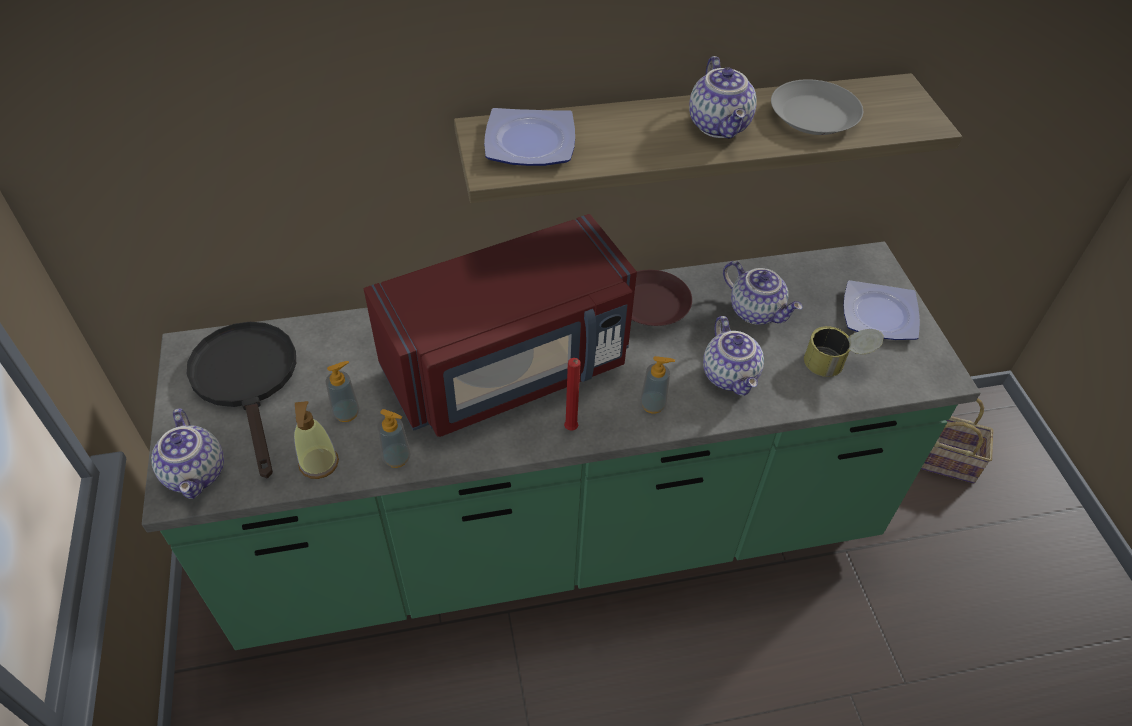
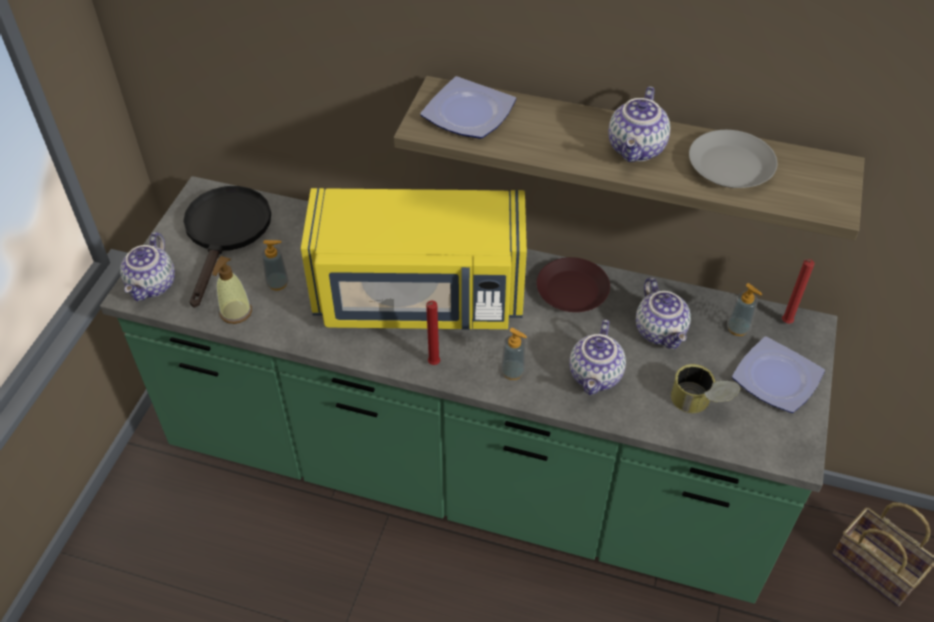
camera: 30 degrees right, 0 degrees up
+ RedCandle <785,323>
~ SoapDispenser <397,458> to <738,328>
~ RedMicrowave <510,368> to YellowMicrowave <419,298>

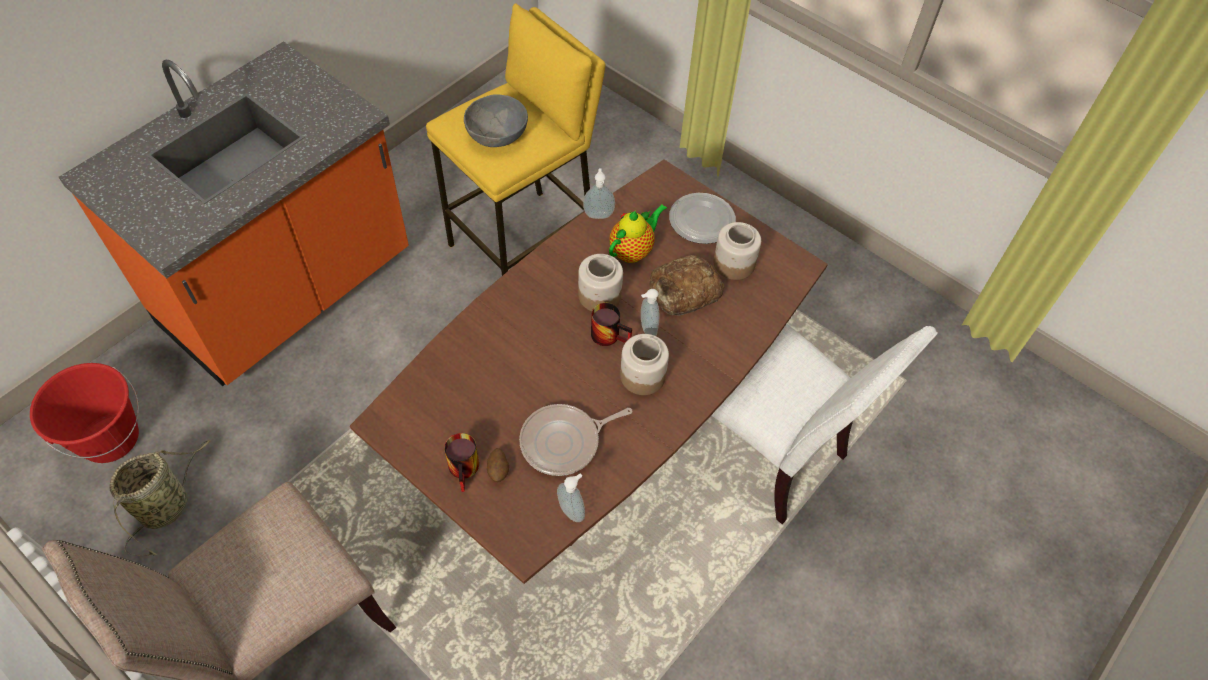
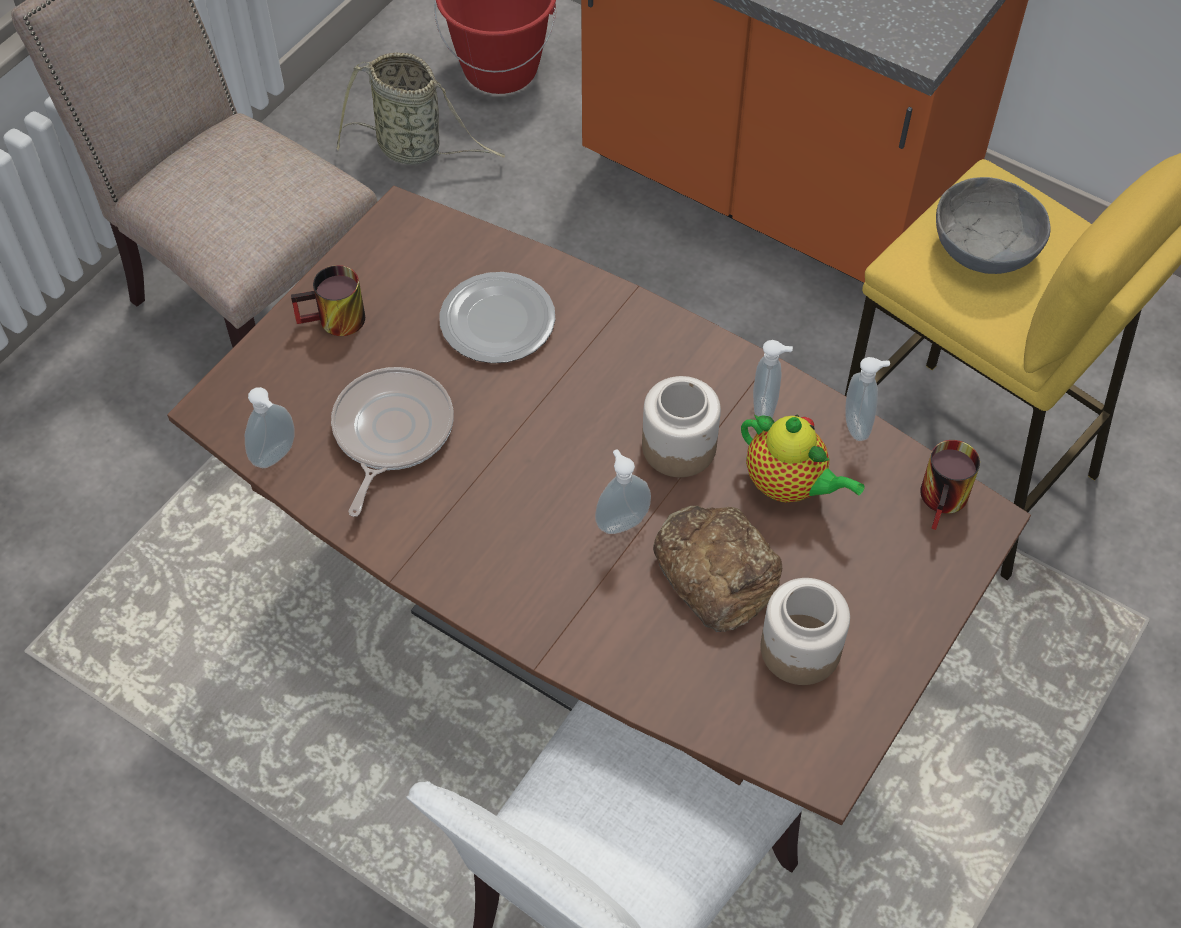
camera: 85 degrees right, 0 degrees up
- Potato <498,470>
- Jar <642,375>
+ SoapDispenser <766,409>
~ Mug <610,334> to <946,502>
~ Plate <702,220> to <497,322>
~ FryingPan <564,442> = <390,433> 45 degrees clockwise

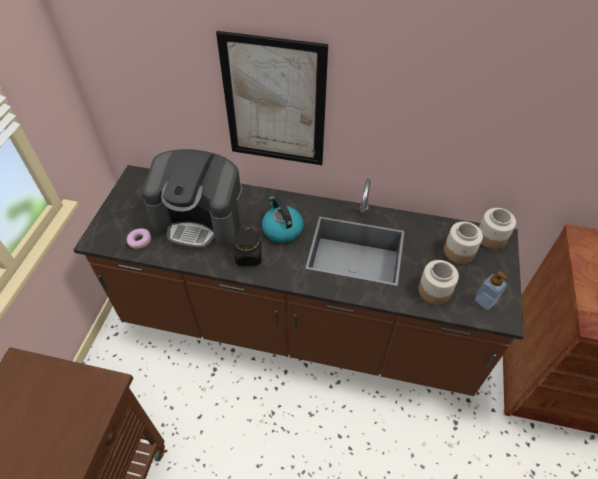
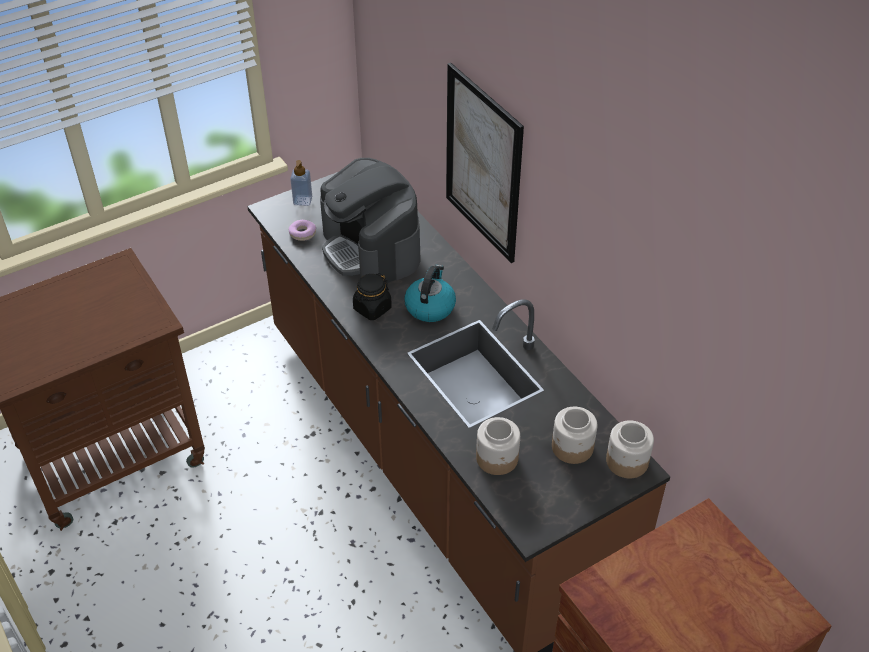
camera: 45 degrees right, 5 degrees down
~ SoapDispenser <485,301> to <302,200>

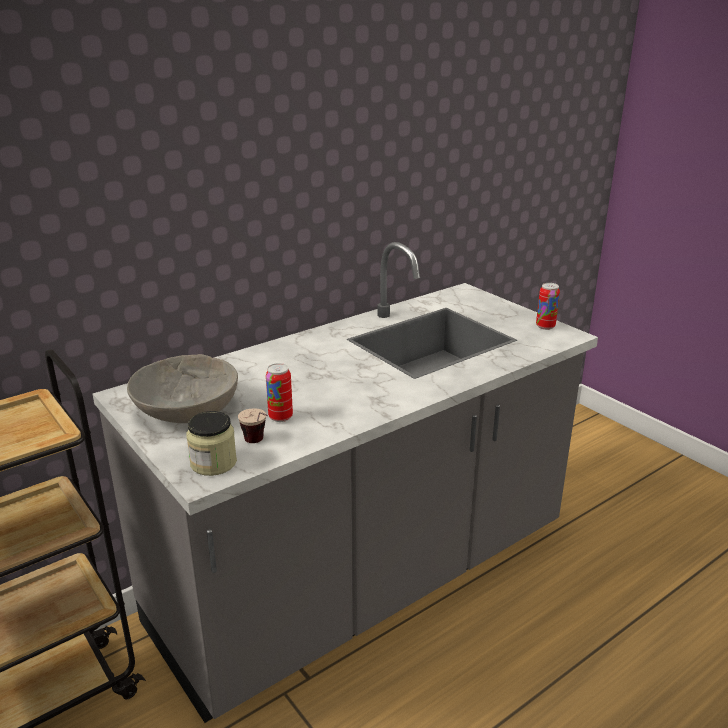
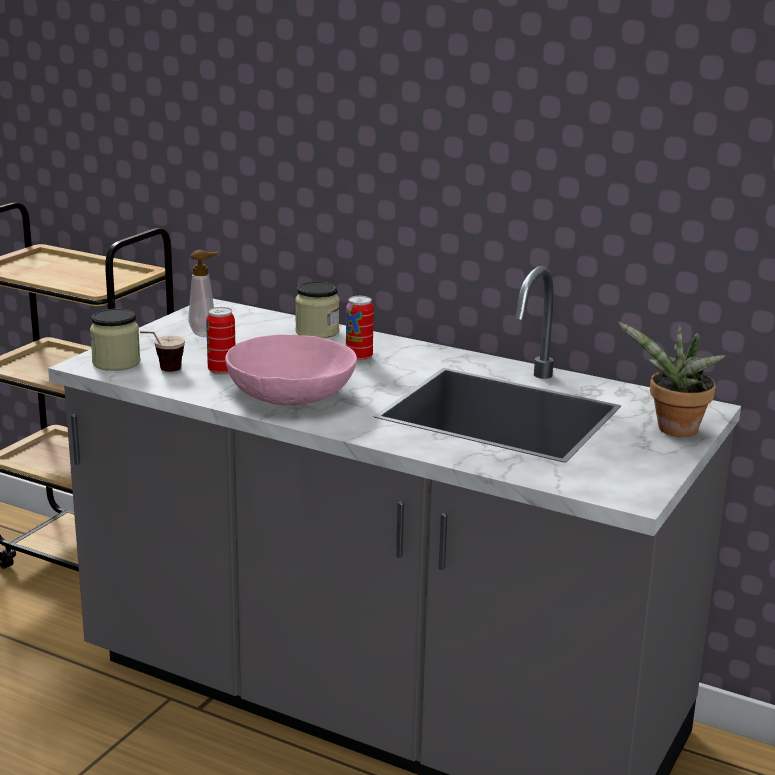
camera: 65 degrees right, 5 degrees down
+ PinkBowl <292,395>
+ Jar <317,332>
+ PottedPlant <673,431>
~ Can <545,326> to <359,358>
~ GreyBowl <186,409> to SoapDispenser <205,333>

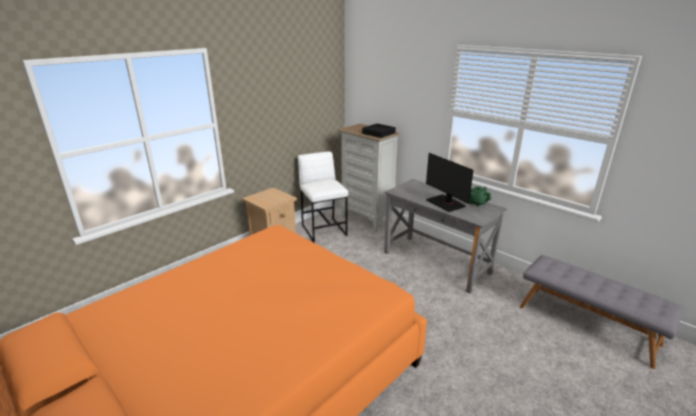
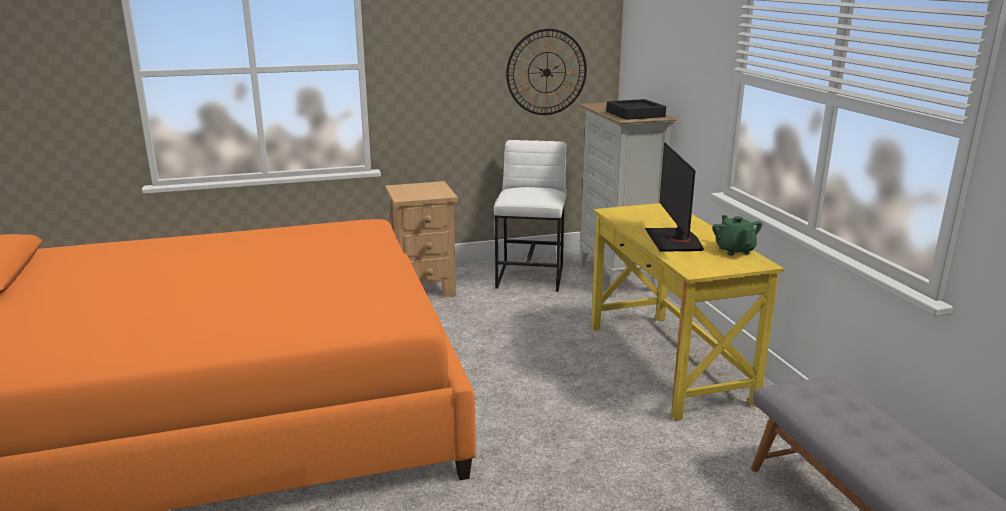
camera: 30 degrees right, 5 degrees down
+ WallClock <546,72>
~ GreyDesk <436,262> to YellowDesk <668,363>

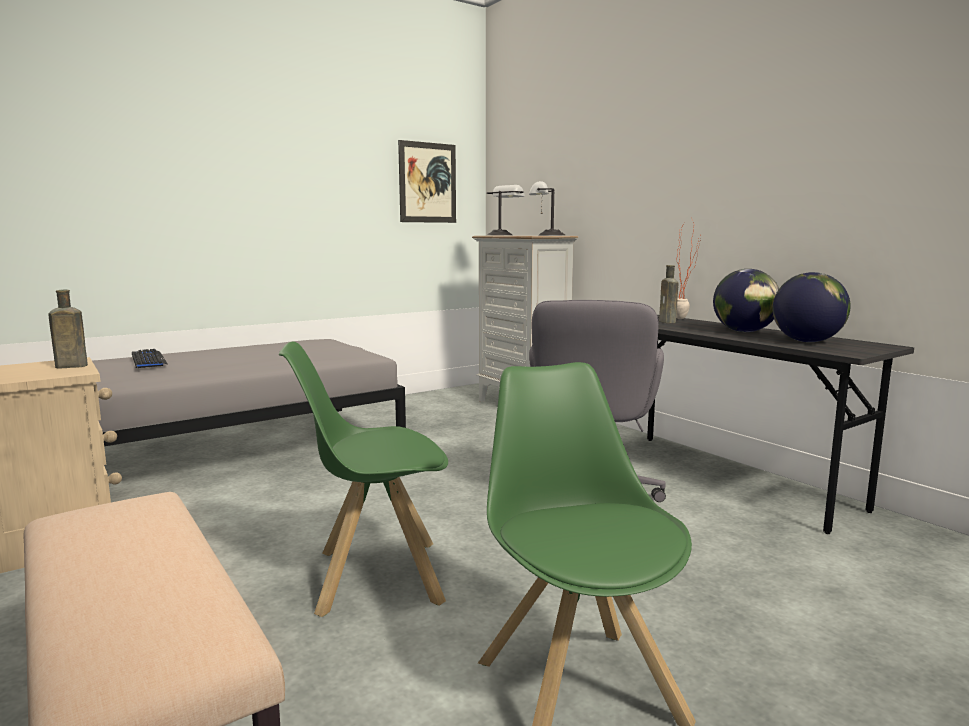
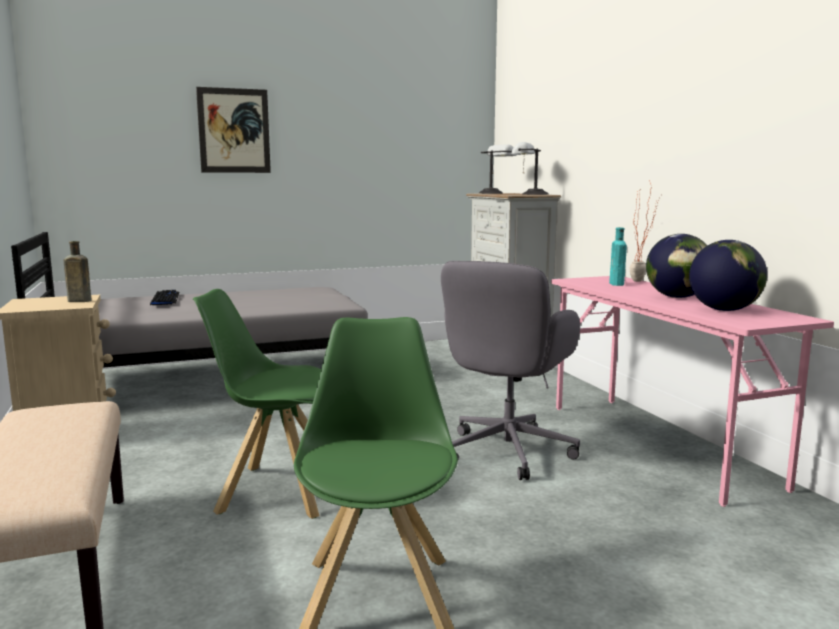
camera: 15 degrees right, 0 degrees up
~ Picture <427,182> to <234,130>
~ GreyDesk <723,478> to PinkDesk <658,444>
~ BrownBottle <668,322> to TurquoiseBottle <617,284>

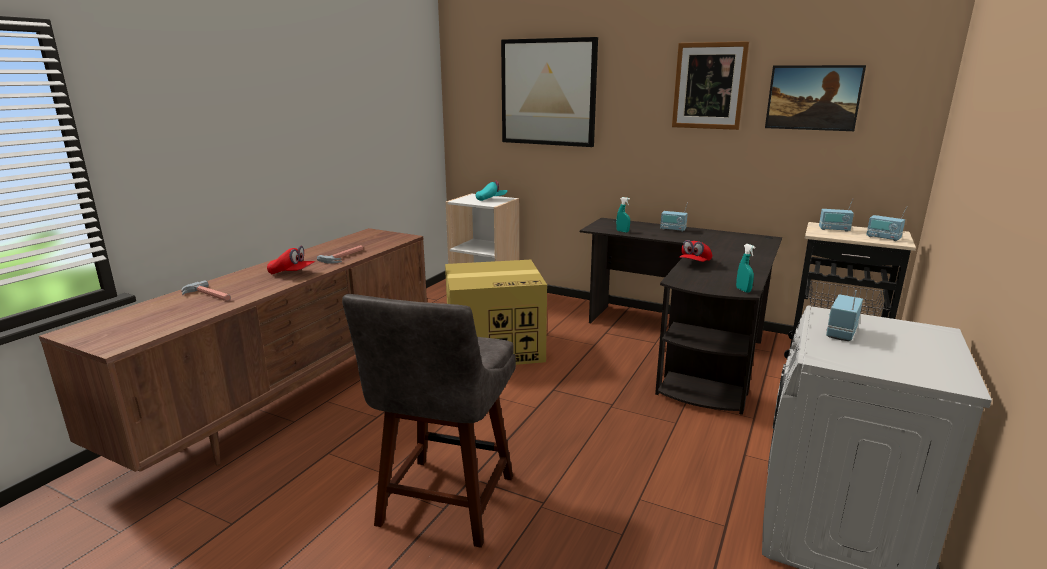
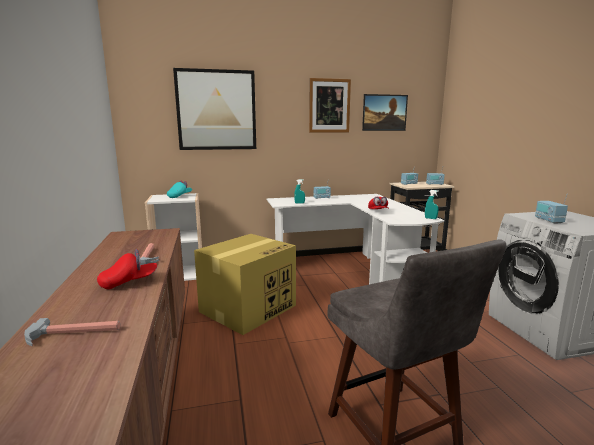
camera: 40 degrees left, 5 degrees down
~ BlackDesk <685,347> to WhiteDesk <352,270>

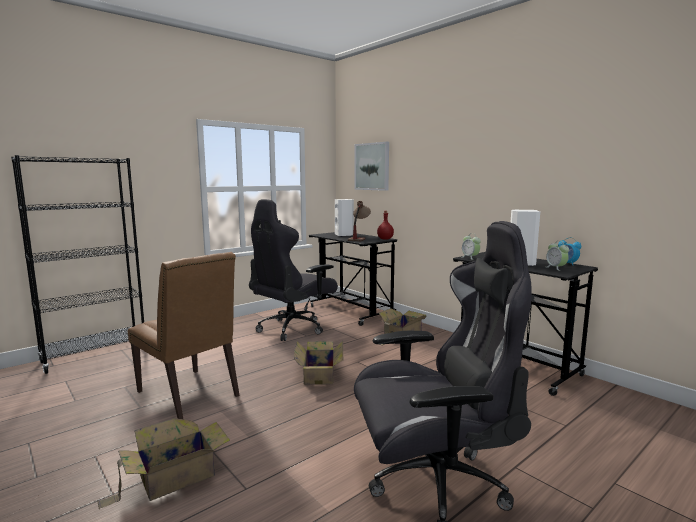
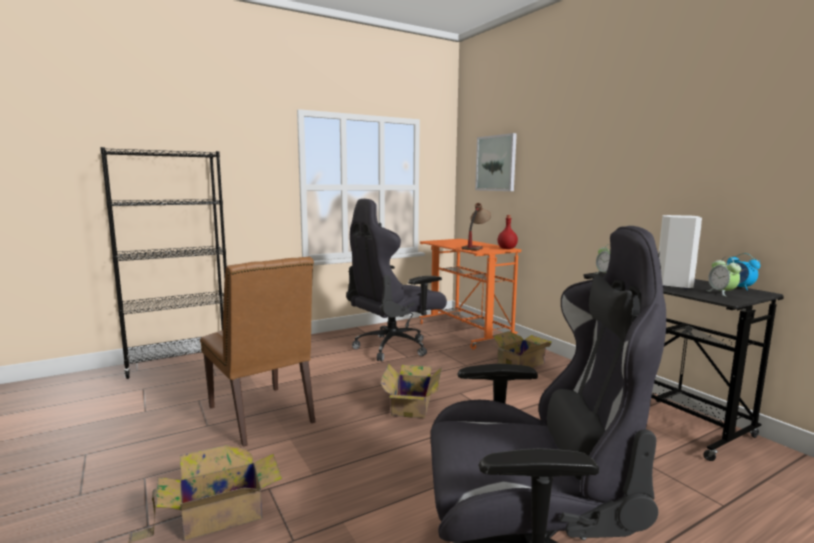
camera: 10 degrees right, 0 degrees up
- WhiteSpeaker <344,235>
~ BlackDesk <351,311> to OrangeDesk <465,331>

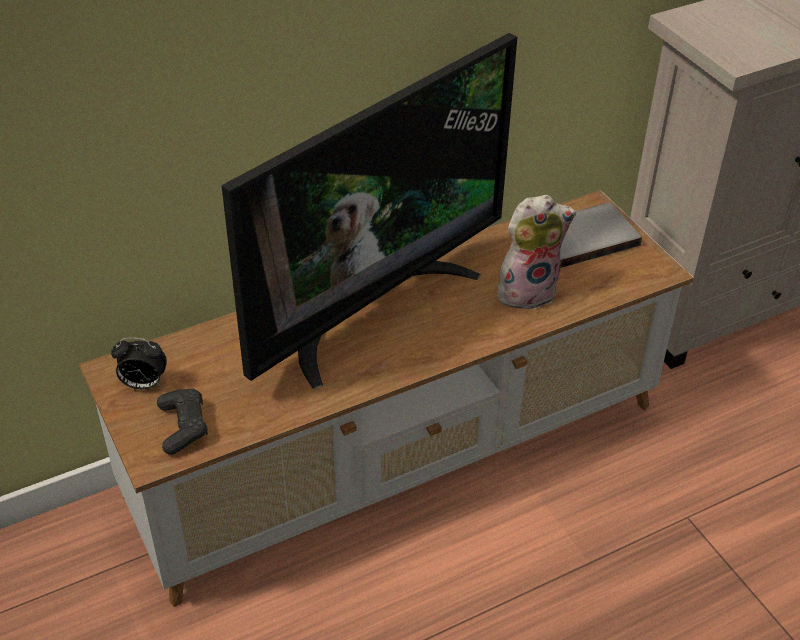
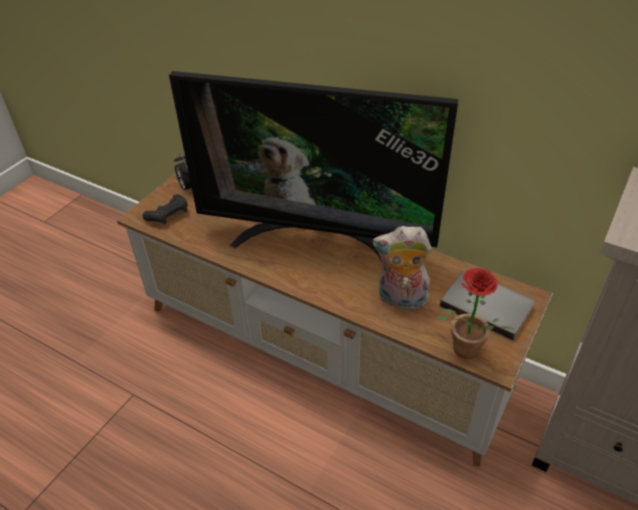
camera: 60 degrees right, 0 degrees up
+ PottedPlant <462,352>
~ PlushToy <527,290> = <400,300> 150 degrees clockwise

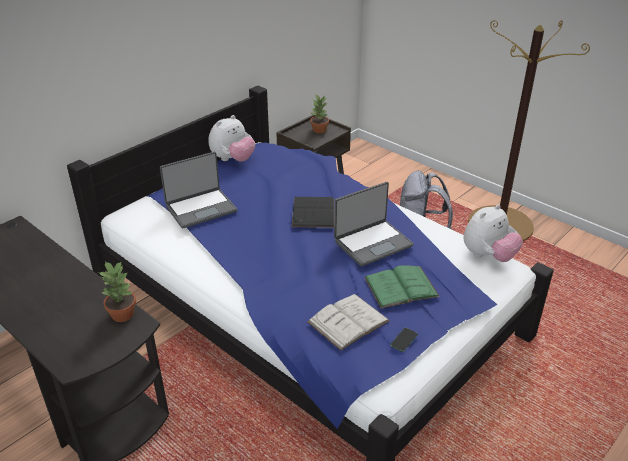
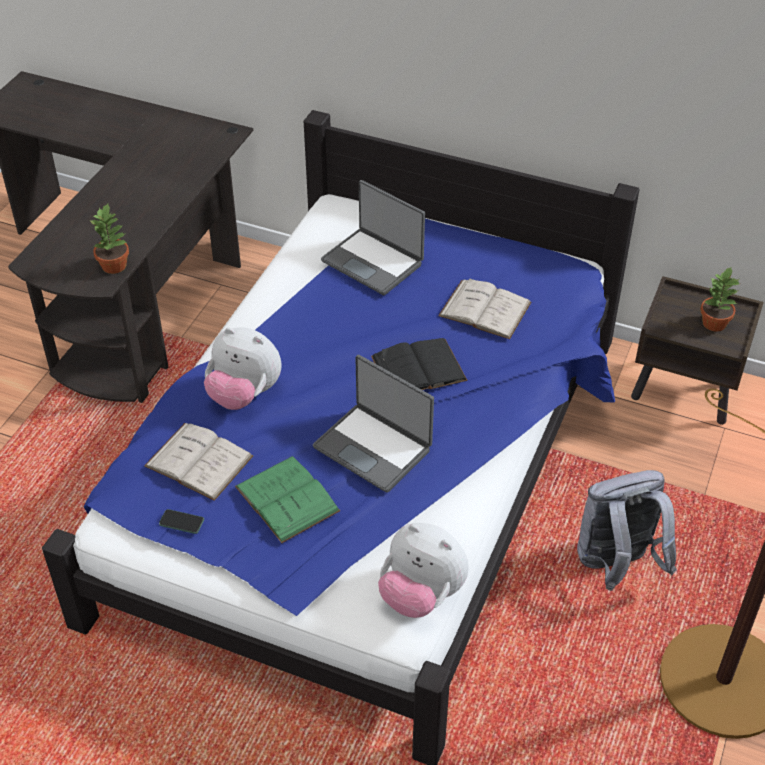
camera: 70 degrees right, 10 degrees up
+ WhiteBook <485,309>
~ PlushToy <233,159> to <244,394>

